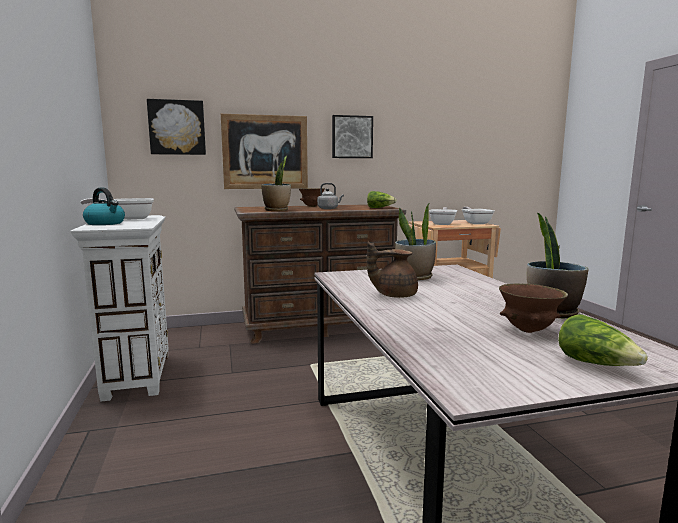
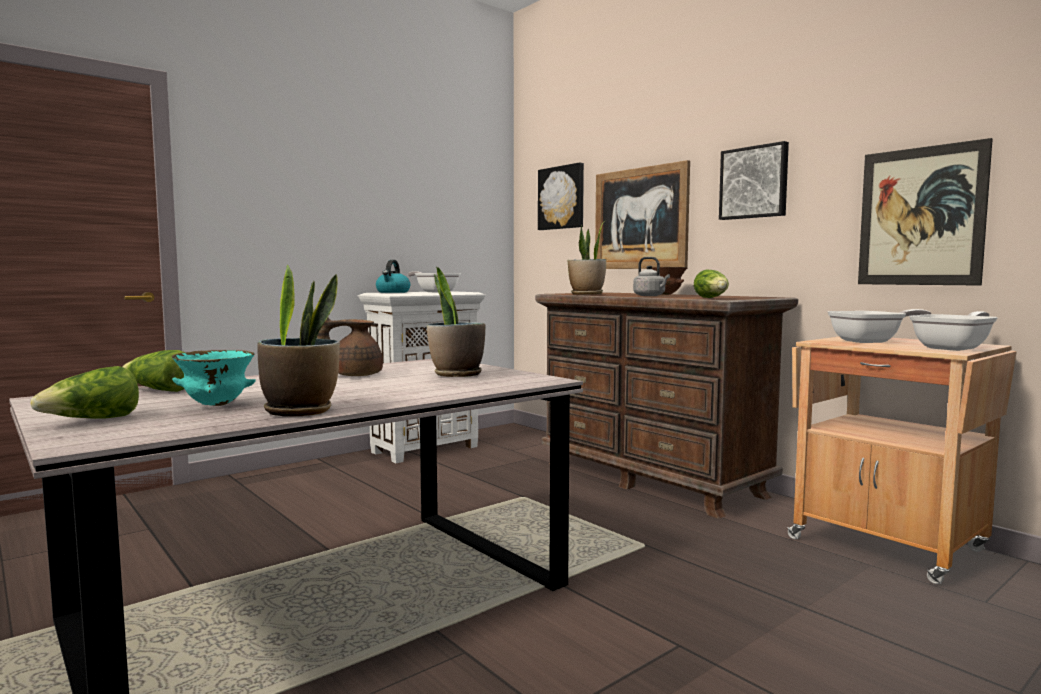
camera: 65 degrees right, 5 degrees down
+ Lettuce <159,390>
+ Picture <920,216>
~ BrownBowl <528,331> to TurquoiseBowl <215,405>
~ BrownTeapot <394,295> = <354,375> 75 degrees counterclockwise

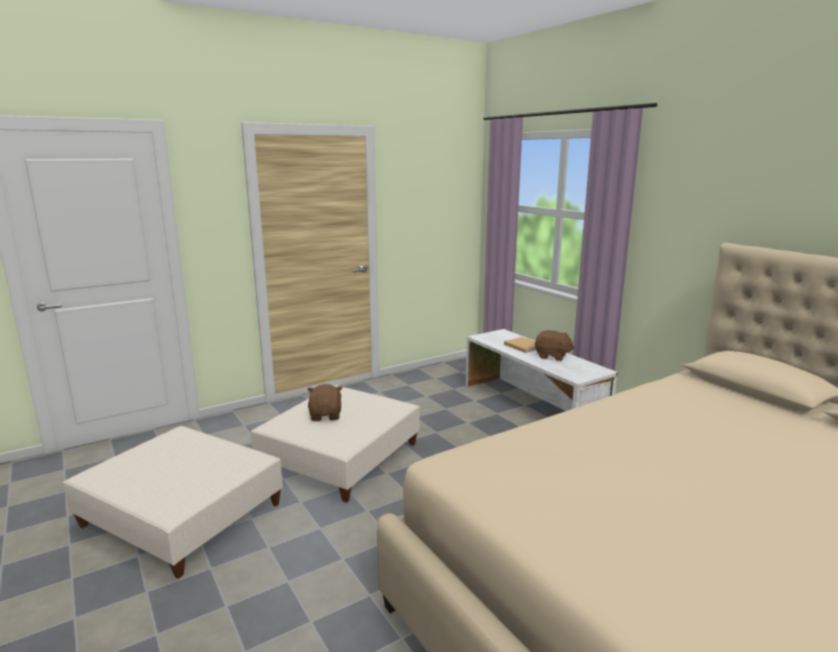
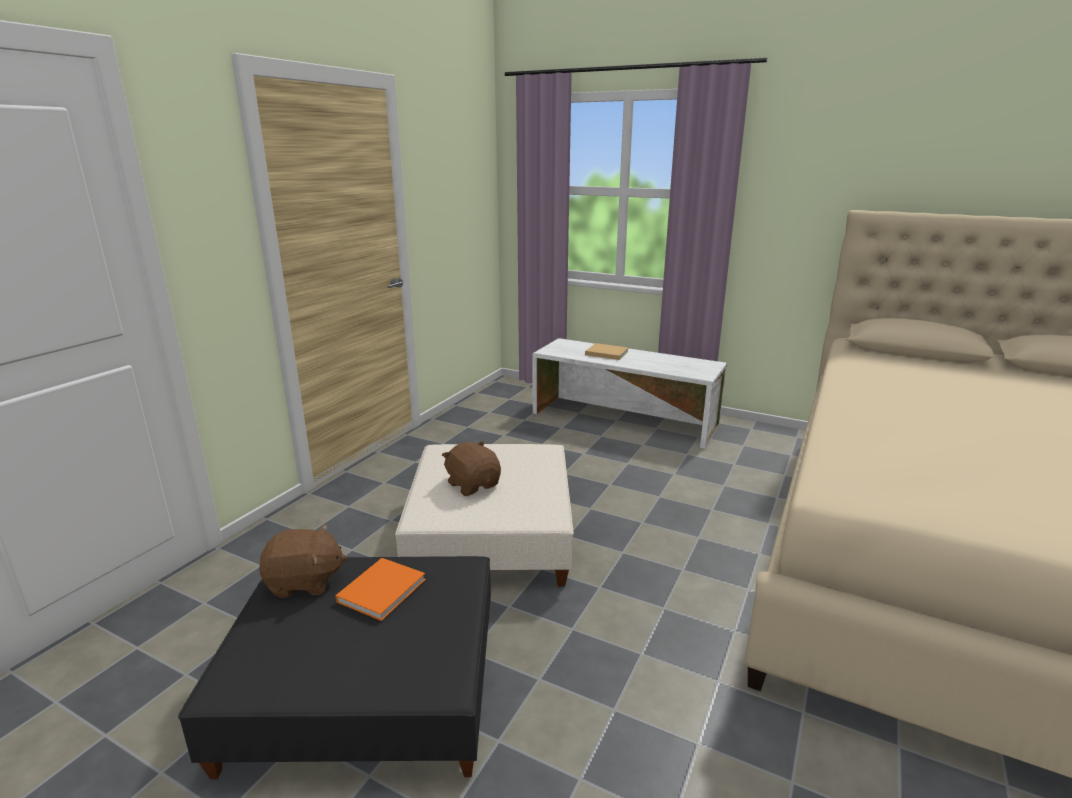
camera: 30 degrees left, 5 degrees up
+ OrangeBook <383,589>
~ BrownPlushToy <552,356> to <304,582>
~ BeigeOttoman <182,515> to BlackOttoman <366,688>

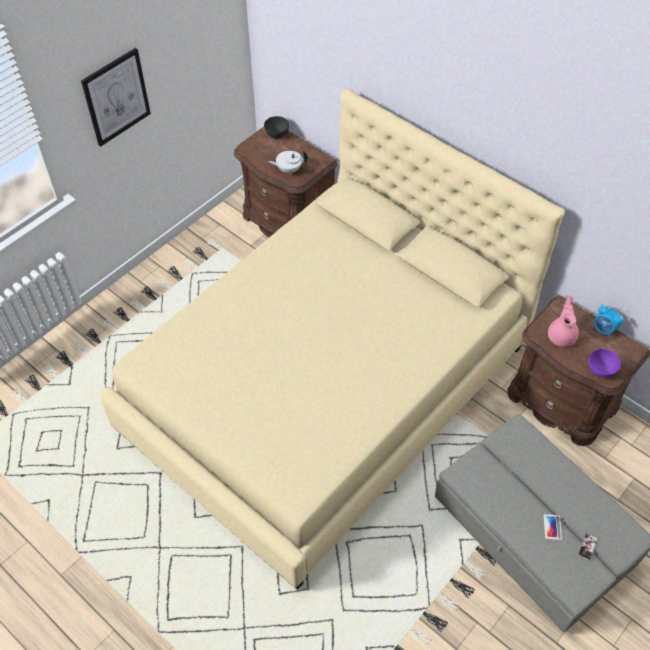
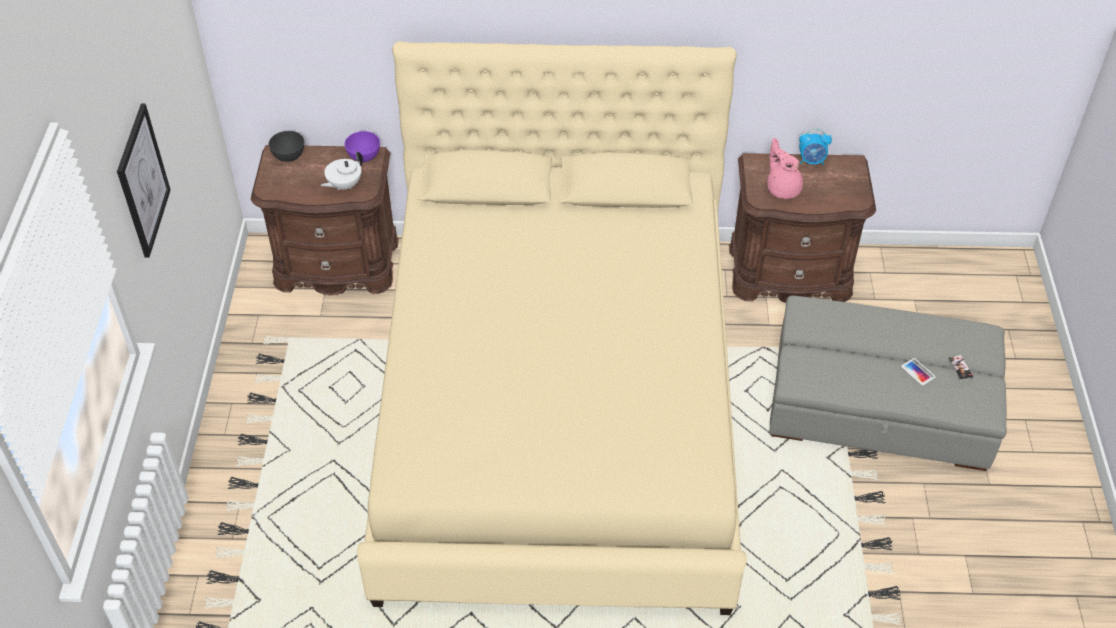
camera: 40 degrees left, 5 degrees down
~ PurpleBowl <600,370> to <364,156>

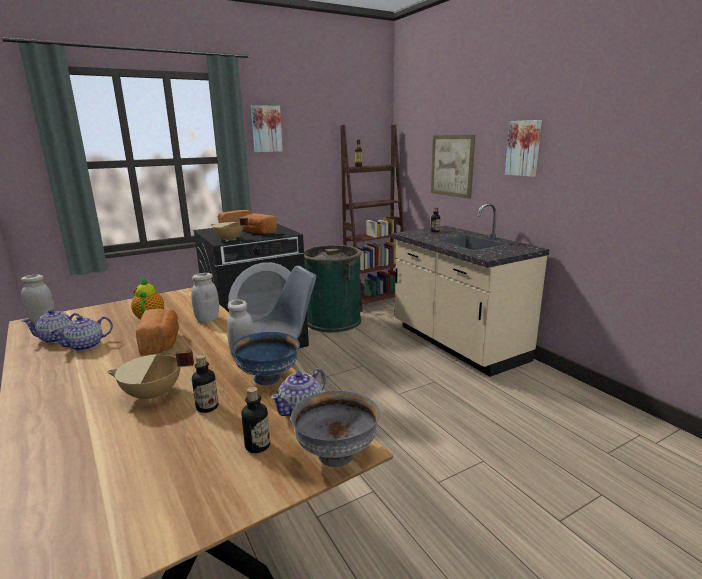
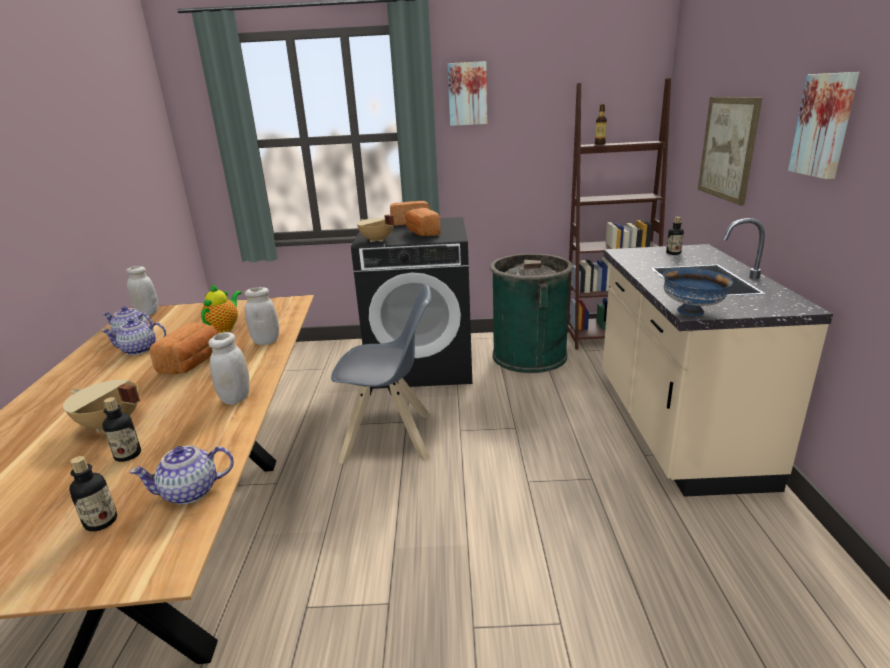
camera: 30 degrees right, 5 degrees up
- GreyBowl <335,454>
~ BlueBowl <268,378> to <692,311>

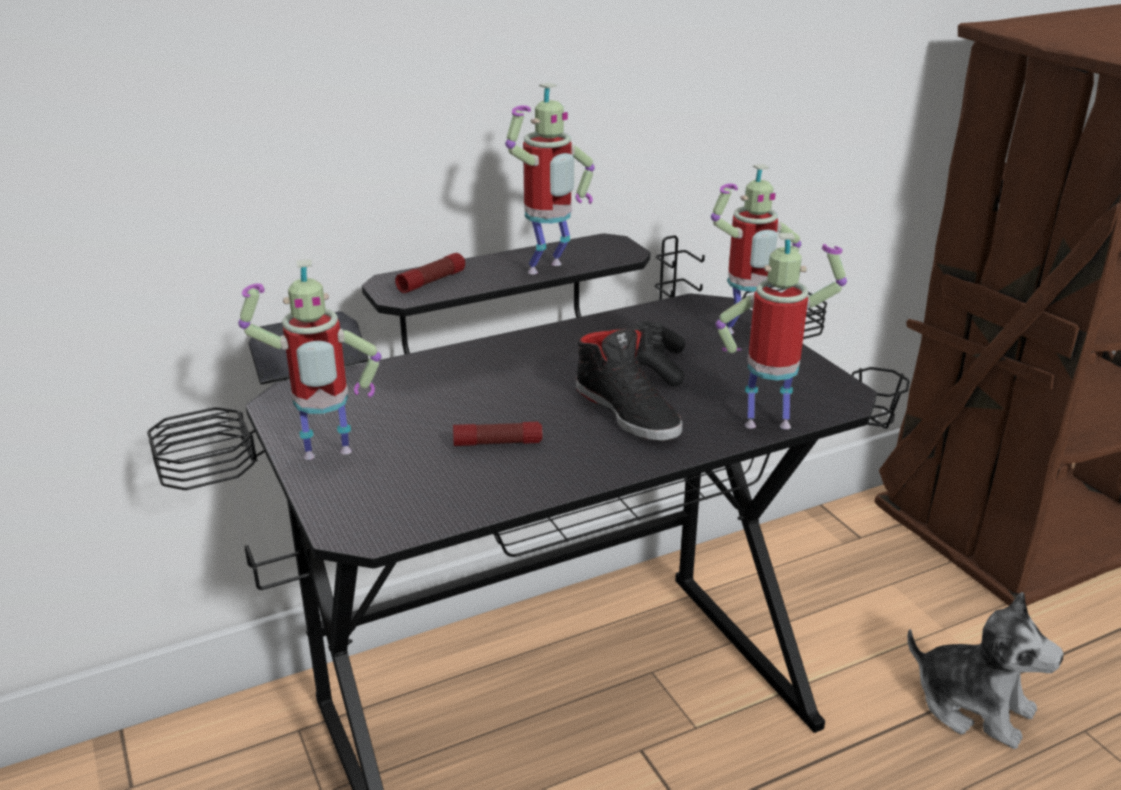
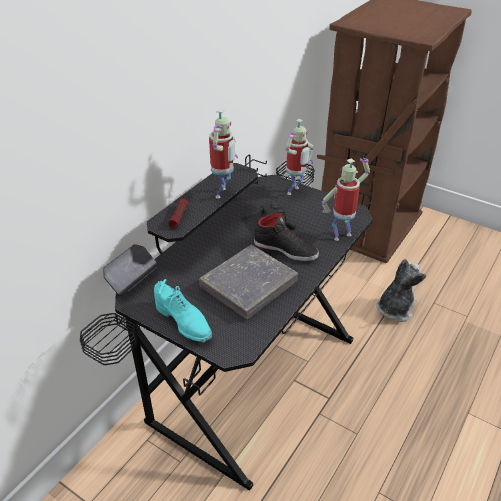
camera: 30 degrees left, 10 degrees up
~ ToyRobot <326,458> to TurquoiseShoe <184,322>
~ Flashlight <497,443> to GreyBook <249,285>
~ PlushToy <973,705> = <395,308> 60 degrees counterclockwise

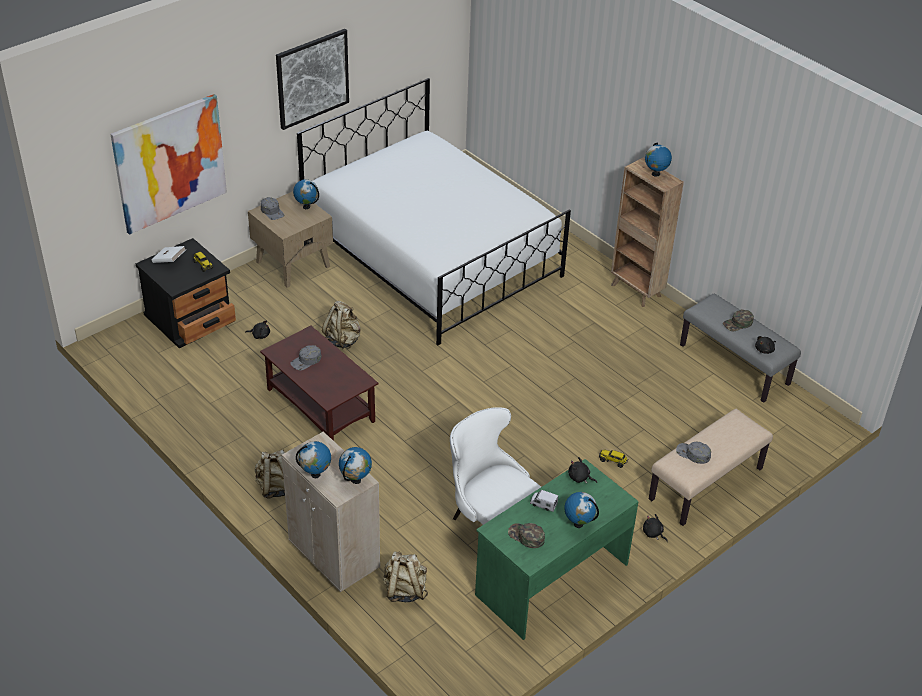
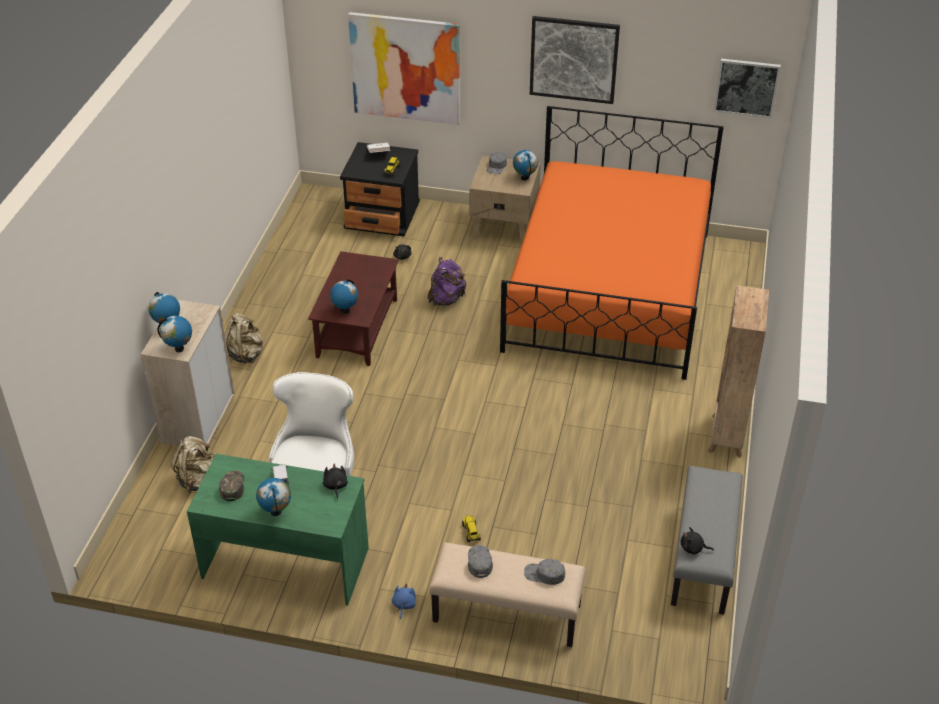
camera: 55 degrees right, 0 degrees up
- GreenCap <738,323>
+ Picture <746,87>
~ GreyCap <306,361> to <544,574>
~ Globe <655,174> to <345,310>
~ WhiteBed <431,256> to OrangeBed <609,290>
~ BeigeBackpack <343,339> to PurpleBackpack <446,299>
~ BlackPlushToy <653,533> to BluePlushToy <403,605>

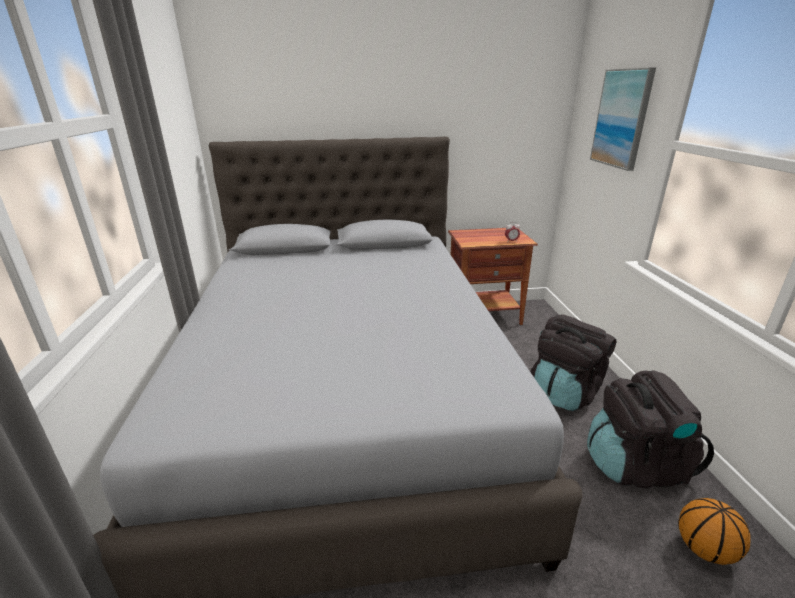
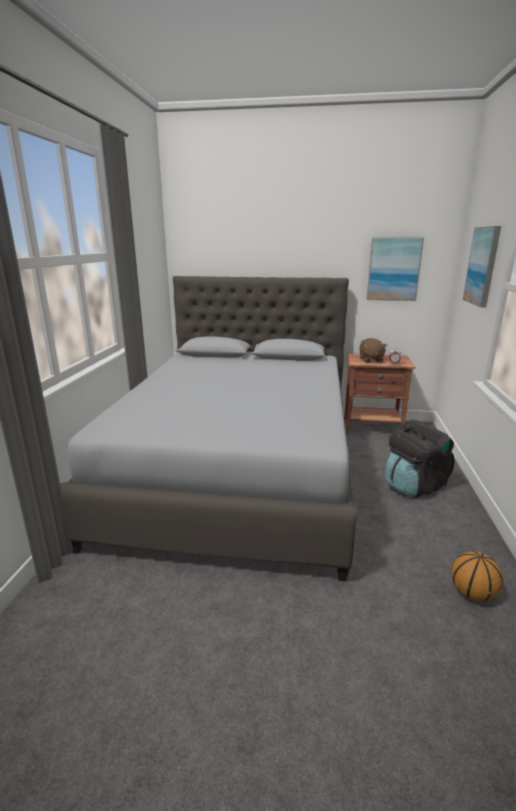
camera: 15 degrees right, 5 degrees down
- BlackBackpack <635,465>
+ BrownPlushToy <370,360>
+ Picture <393,269>

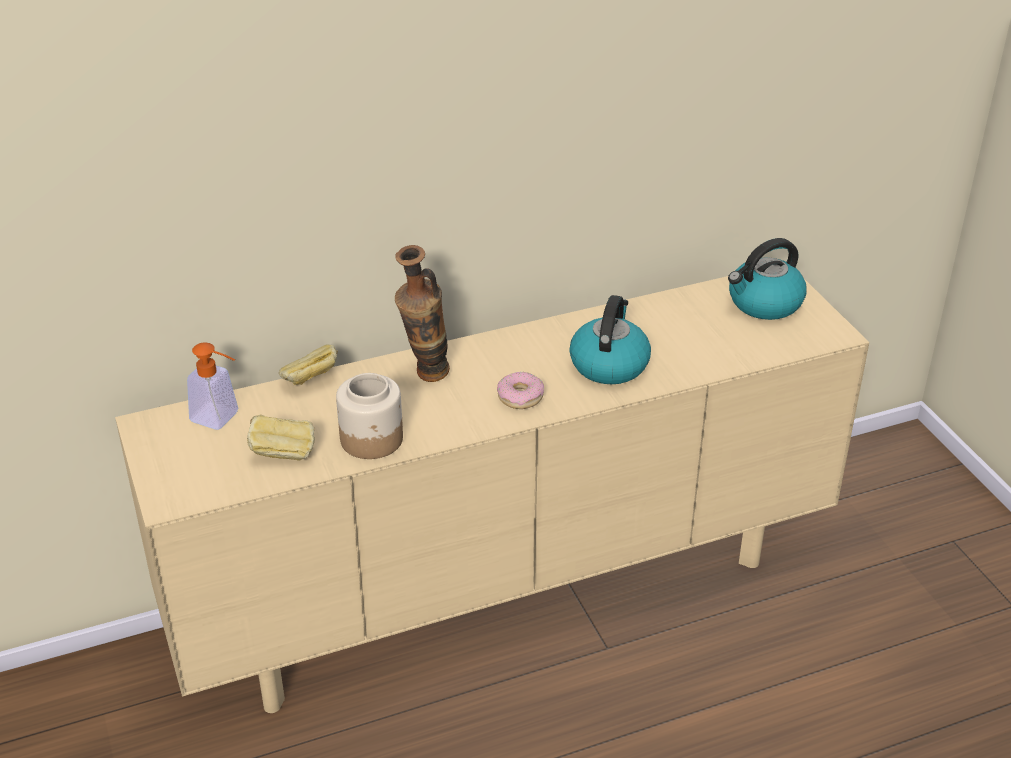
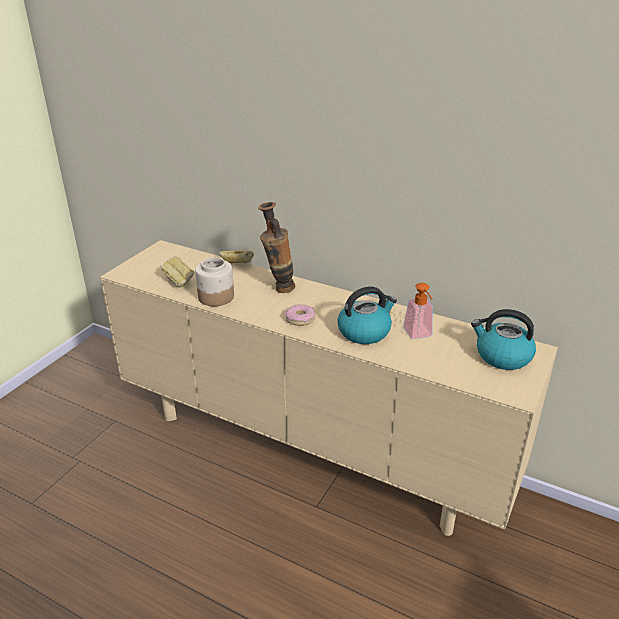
camera: 50 degrees right, 5 degrees down
~ SoapDispenser <221,419> to <419,335>

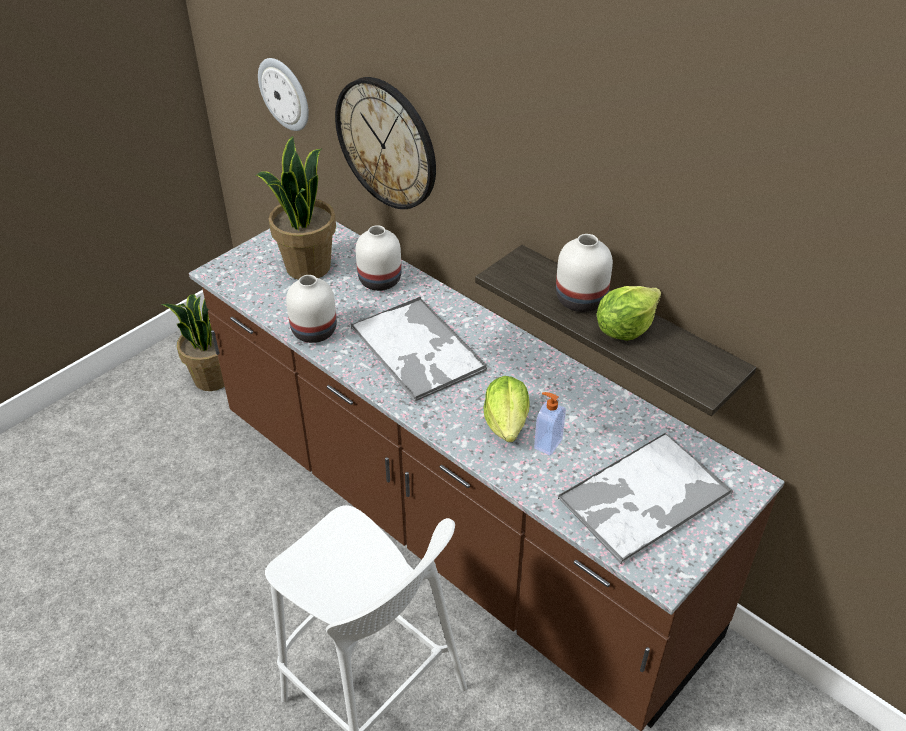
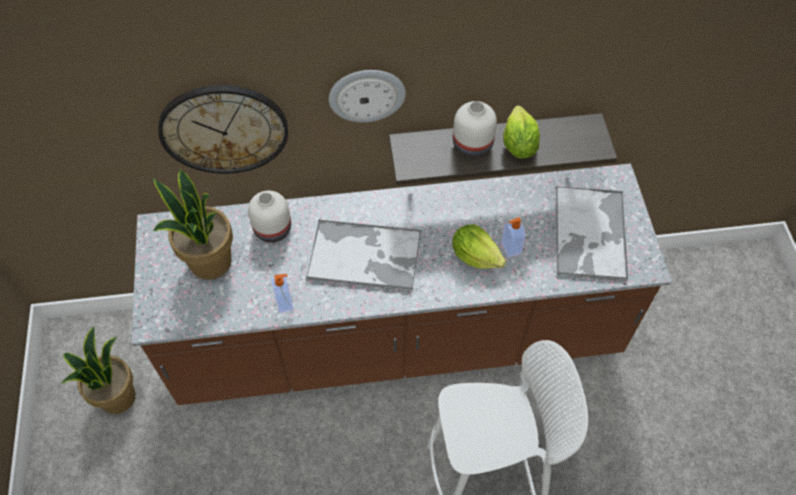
camera: 50 degrees left, 15 degrees up
~ WallClock <285,94> to <367,94>
~ WhiteVase <314,330> to SoapDispenser <285,302>

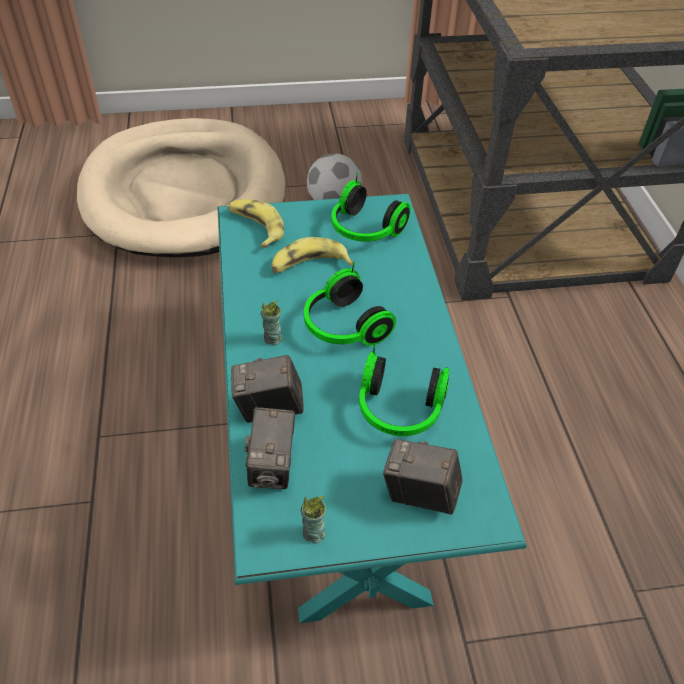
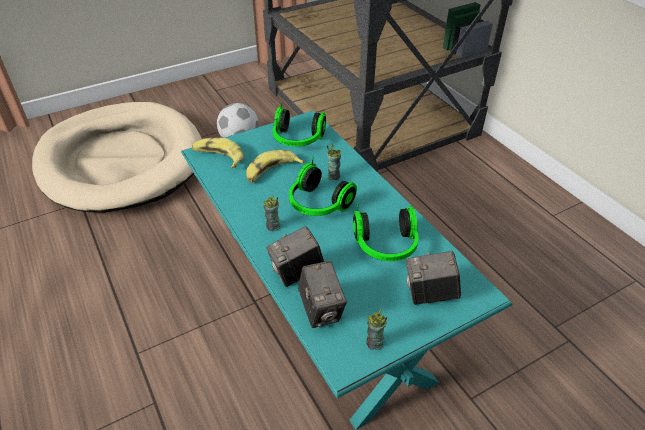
camera: 20 degrees left, 5 degrees down
+ Cup <333,176>

